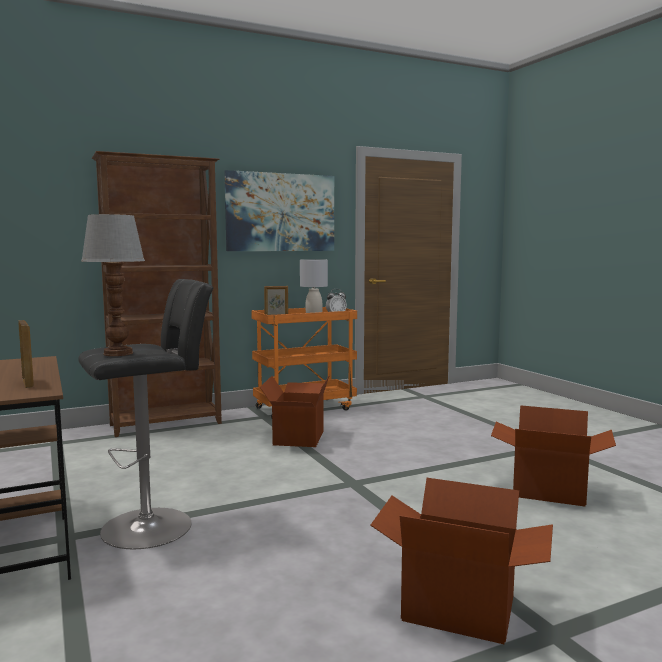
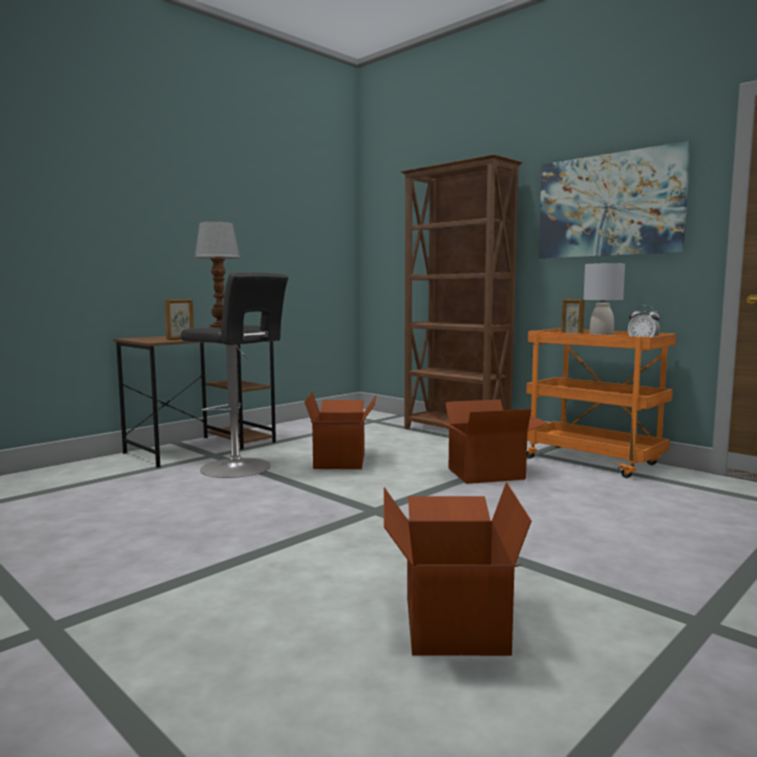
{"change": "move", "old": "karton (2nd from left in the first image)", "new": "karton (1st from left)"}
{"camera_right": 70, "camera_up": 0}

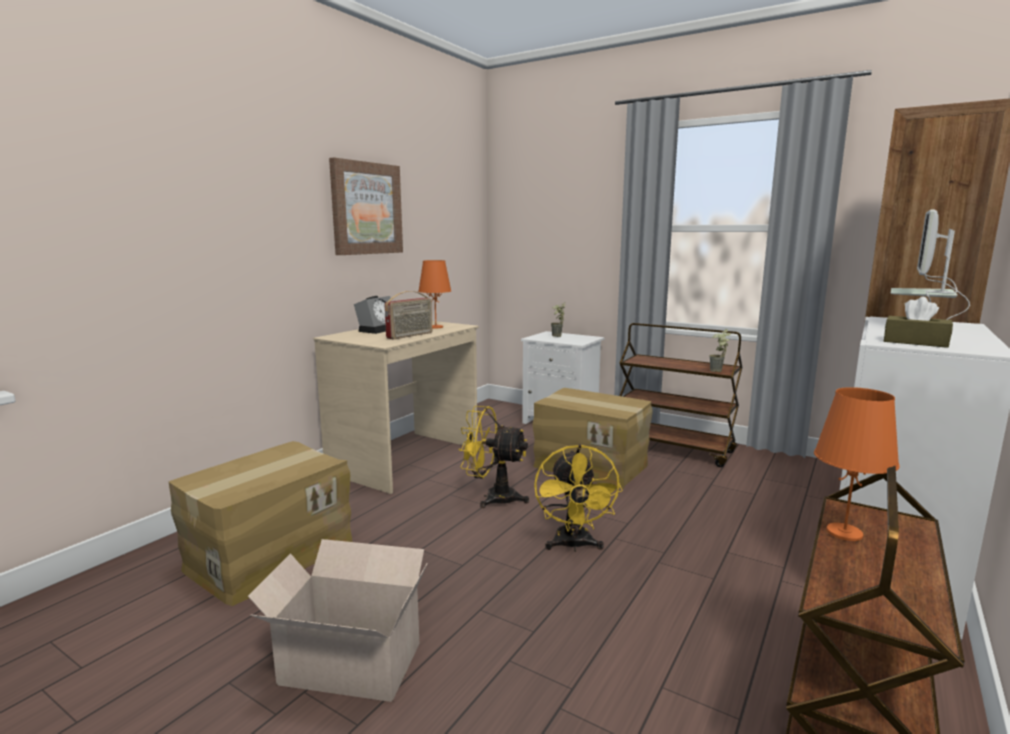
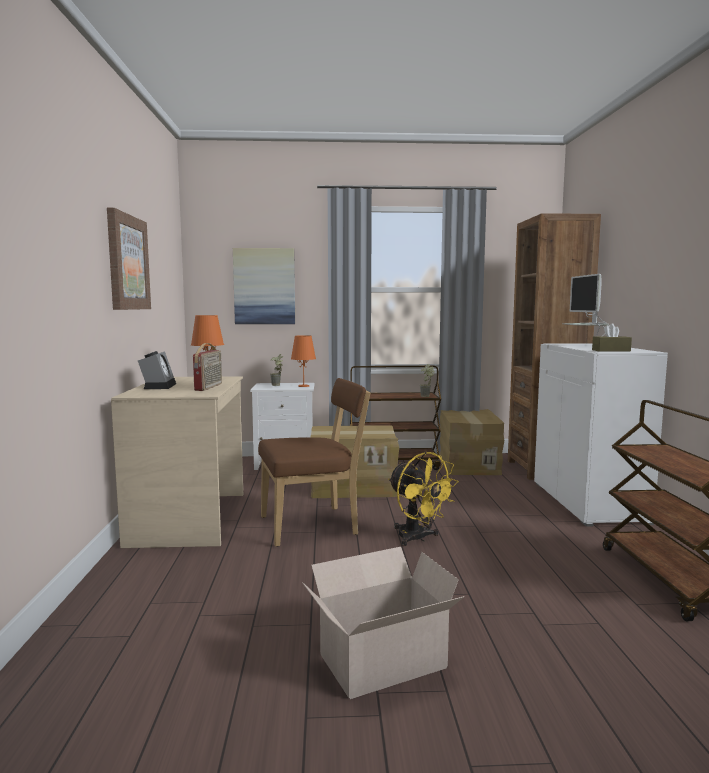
{"change": "move", "old": "lampa stołowa [pomarańczowy] (2nd from left)"}
{"change": "replace", "old": "wentylator [żółty] (1st from left)", "new": "krzesło [brązowy]"}
{"change": "move", "old": "karton (1st from left in the first image)", "new": "karton (3rd from left)"}
{"change": "insert", "new": "obraz (2nd from left)"}
{"camera_right": -35, "camera_up": -5}

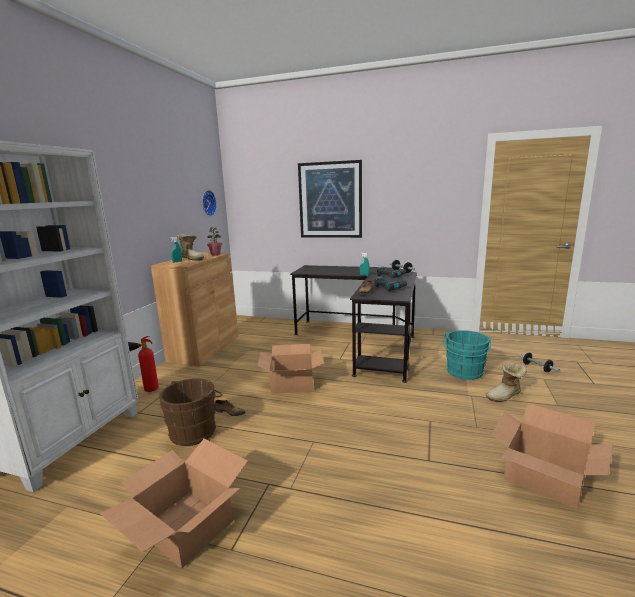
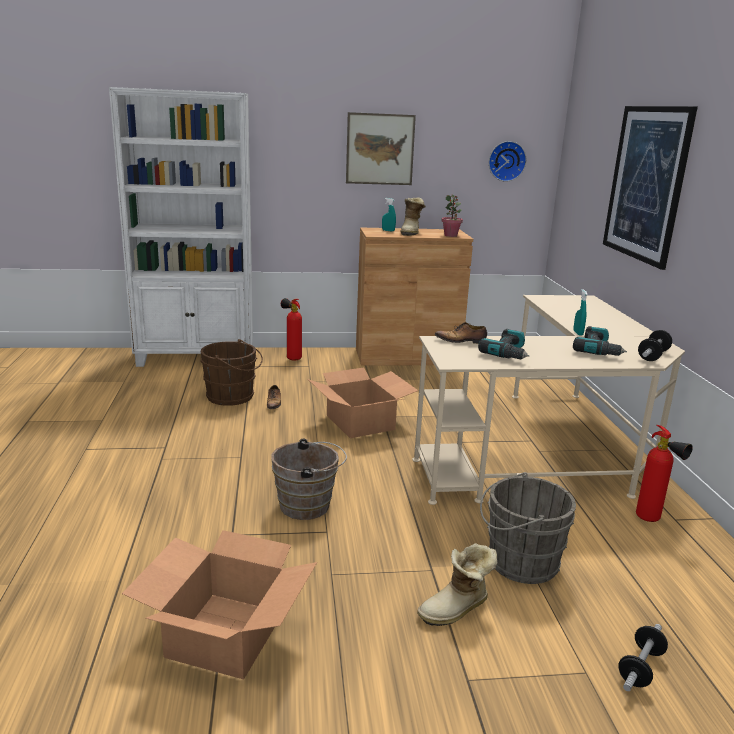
{"change": "recolor", "old": "biurko [czarny]", "new": "biurko [beżowy]"}
{"change": "recolor", "old": "wiadro [turkusowy]", "new": "wiadro [szary]"}
{"change": "rotate", "old": "but z cholewką (2nd from left)", "degrees": -75}
{"change": "delete", "old": "karton (1st from left)"}
{"change": "insert", "new": "obraz (1st from left)"}
{"change": "insert", "new": "gaśnica (2nd from left)"}
{"change": "insert", "new": "wiadro [brązowy] (2nd from left)"}
{"camera_right": 65, "camera_up": 5}

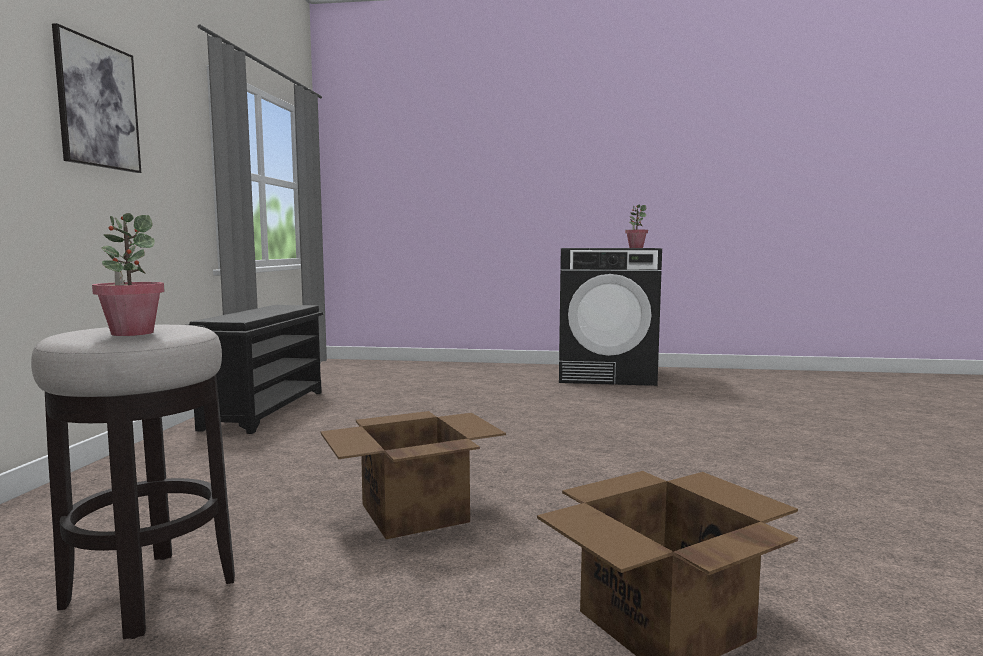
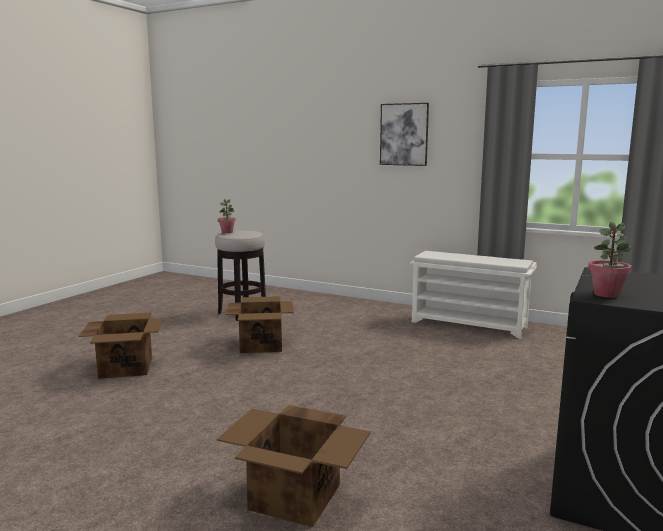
{"change": "recolor", "old": "regał na buty [czarny]", "new": "regał na buty [biały]"}
{"change": "insert", "new": "karton (3rd from left)"}
{"camera_right": 110, "camera_up": 5}

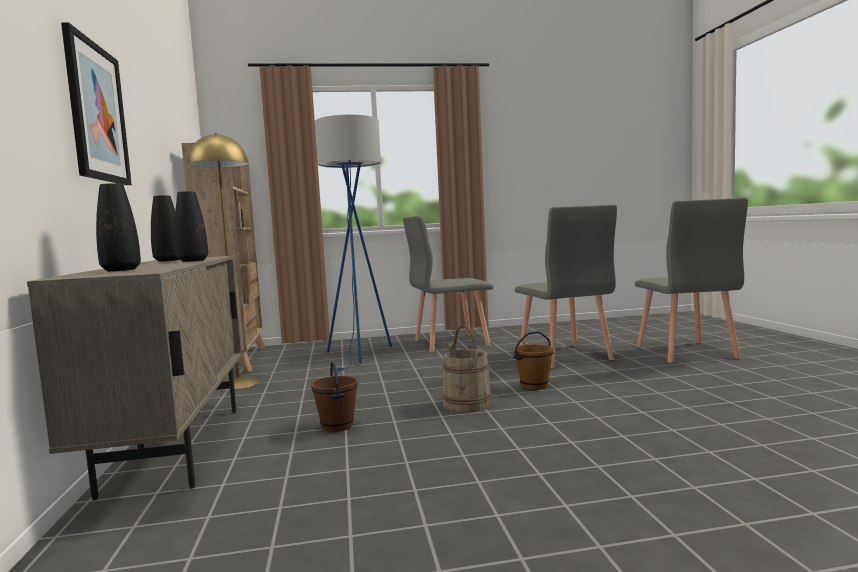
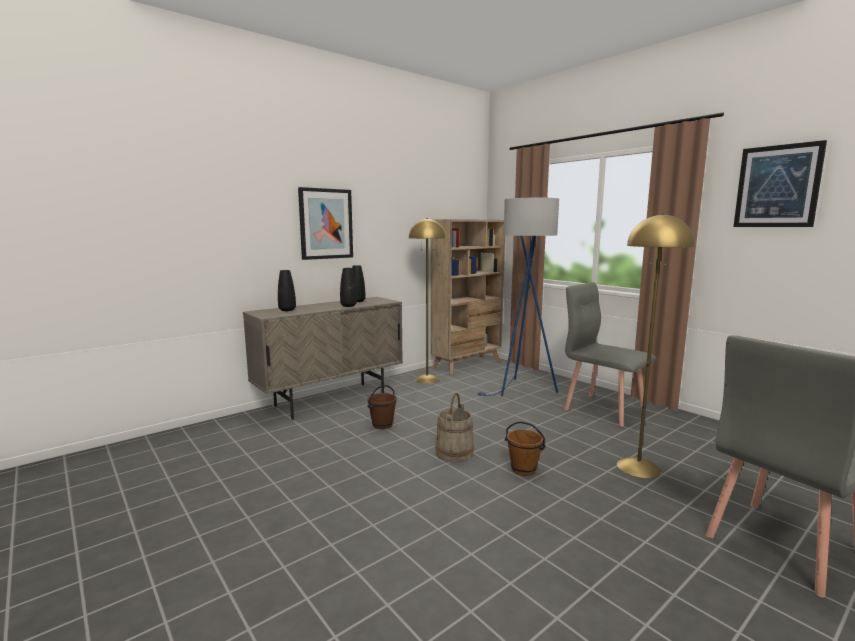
{"change": "replace", "old": "krzesło [szary] (2nd from left)", "new": "lampa stojąca [żółty] (2nd from left)"}
{"change": "insert", "new": "obraz (2nd from left)"}
{"camera_right": 60, "camera_up": 5}

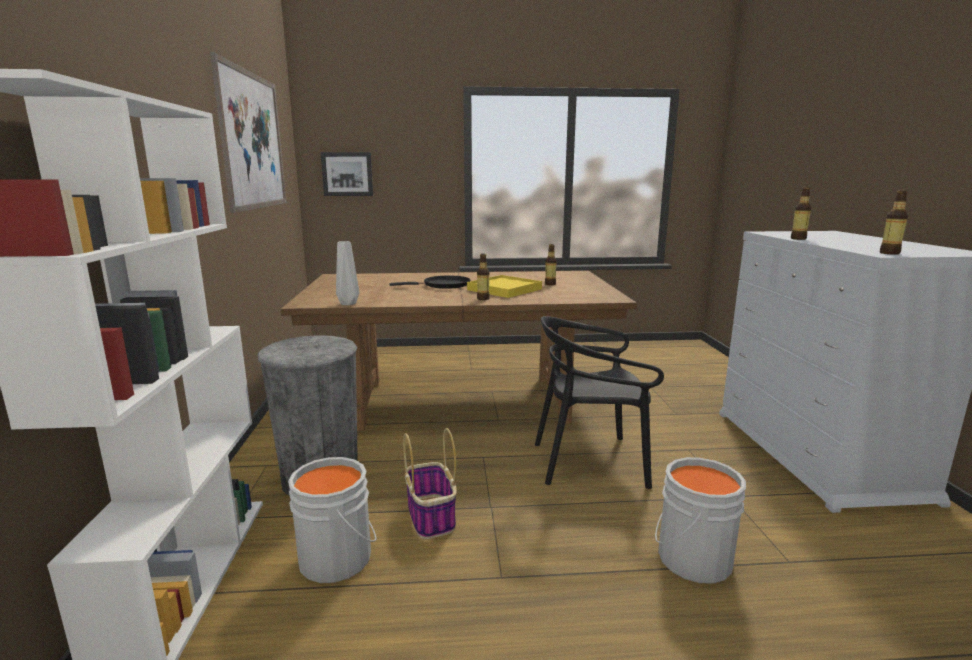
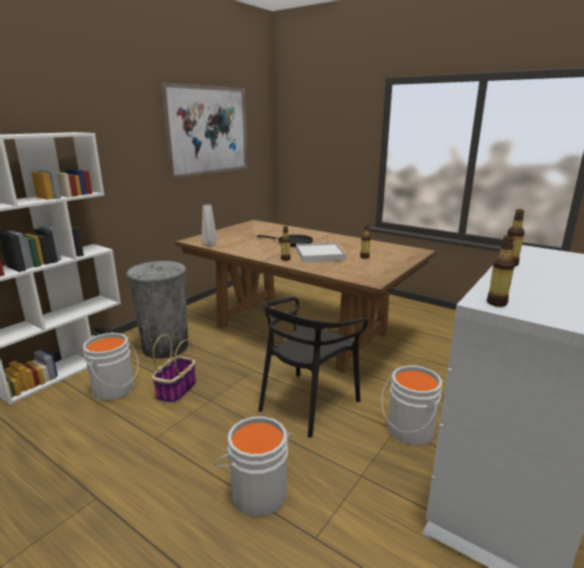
{"change": "delete", "old": "obraz (2nd from left)"}
{"change": "recolor", "old": "taca [żółty]", "new": "taca [biały]"}
{"change": "rotate", "old": "krzesło [czarny]", "degrees": -90}
{"change": "insert", "new": "wiadro [szary] (3rd from left)"}
{"camera_right": 40, "camera_up": 5}

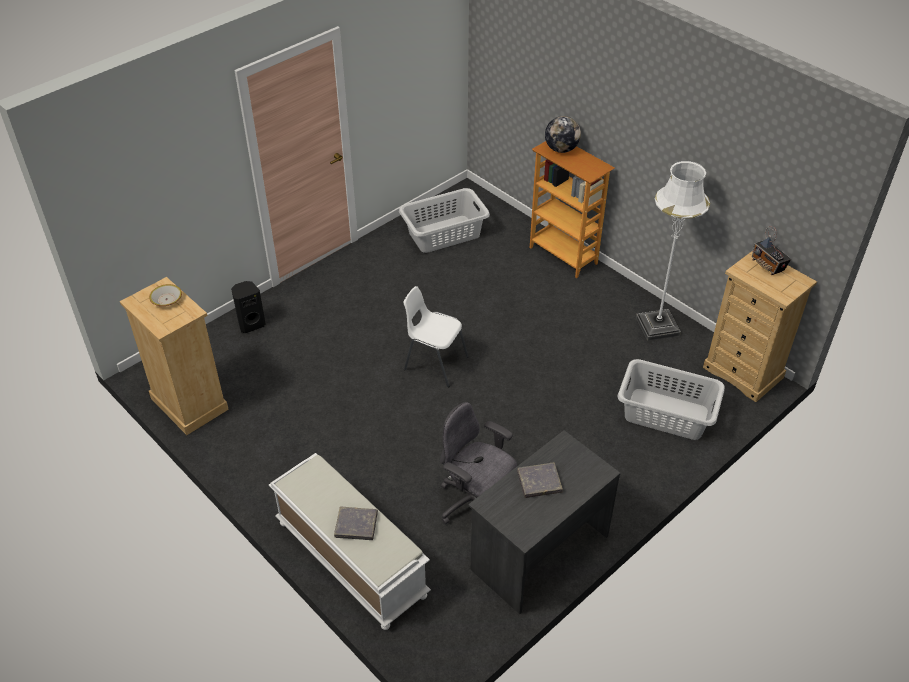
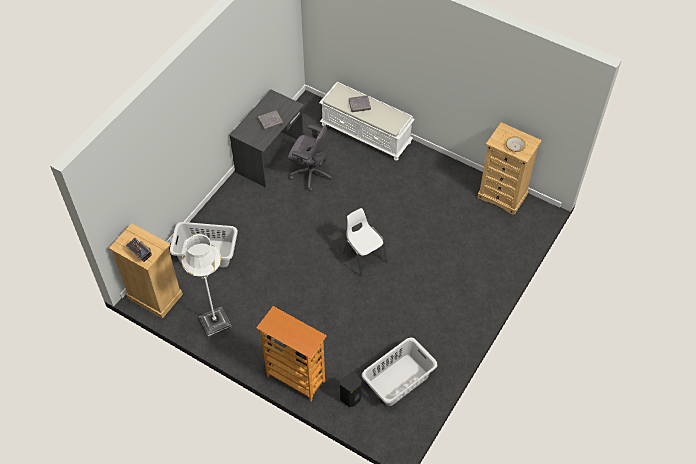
{"change": "delete", "old": "globus"}
{"change": "move", "old": "głośnik [czarny]"}
{"change": "rotate", "old": "krzesło [biały]", "degrees": -135}
{"camera_right": 165, "camera_up": 10}

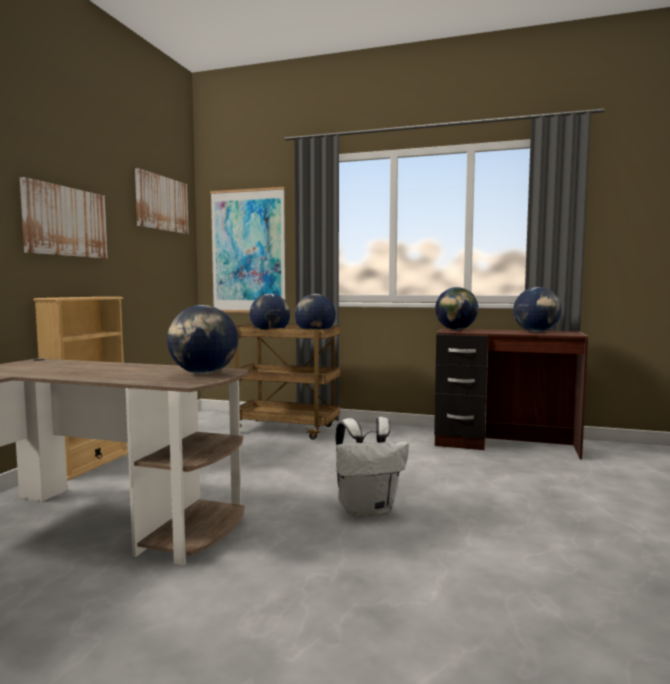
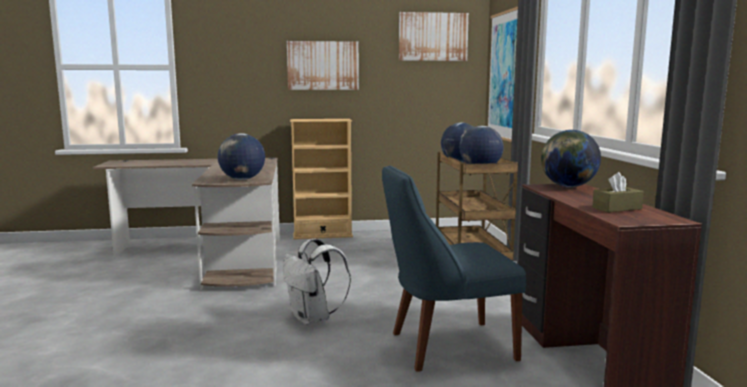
{"change": "replace", "old": "globus (5th from left)", "new": "pudełko chusteczek [brązowy]"}
{"change": "insert", "new": "krzesło [niebieski]"}
{"camera_right": 65, "camera_up": 5}

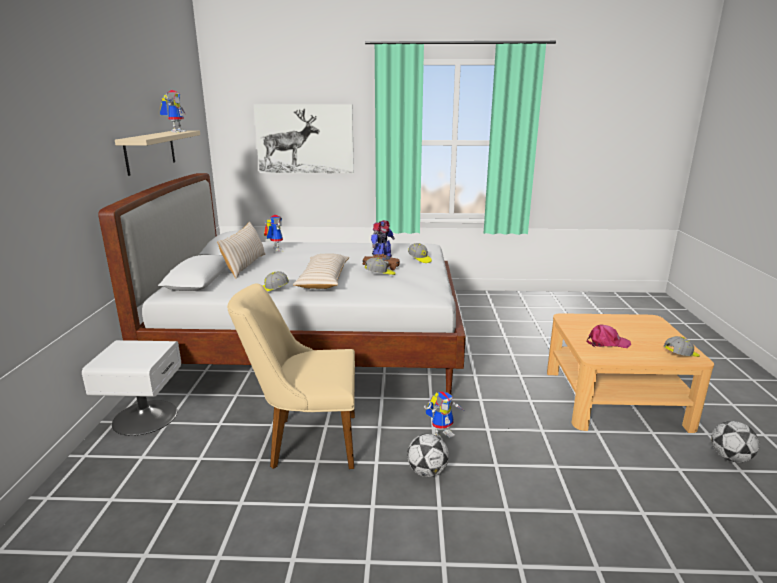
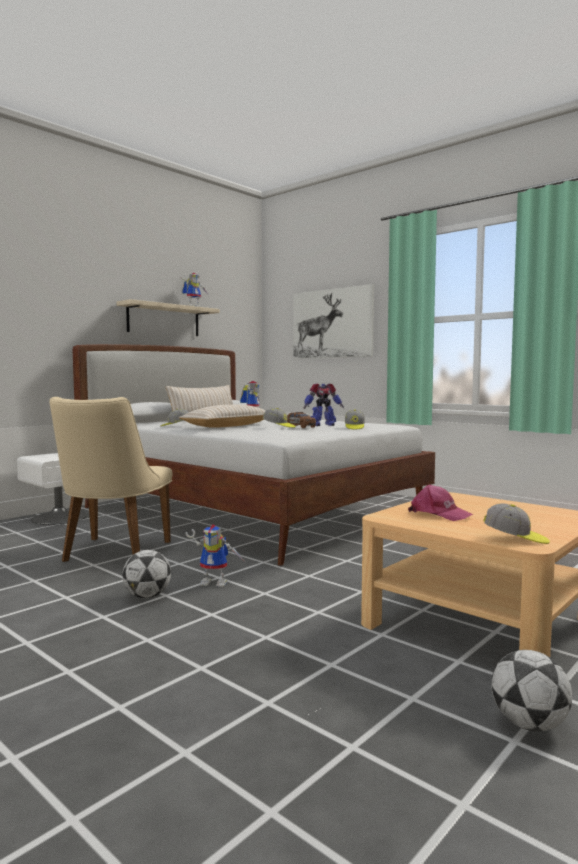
{"change": "rotate", "old": "krzesło [beżowy]", "degrees": -120}
{"camera_right": 40, "camera_up": -15}

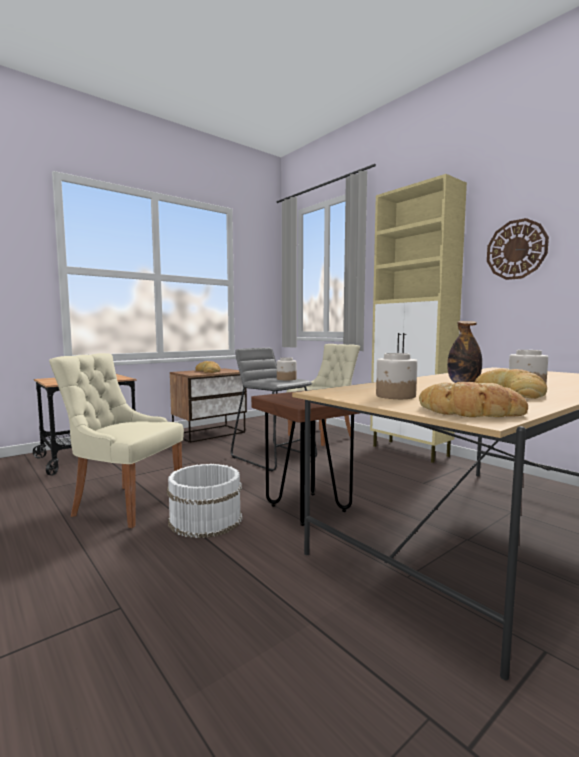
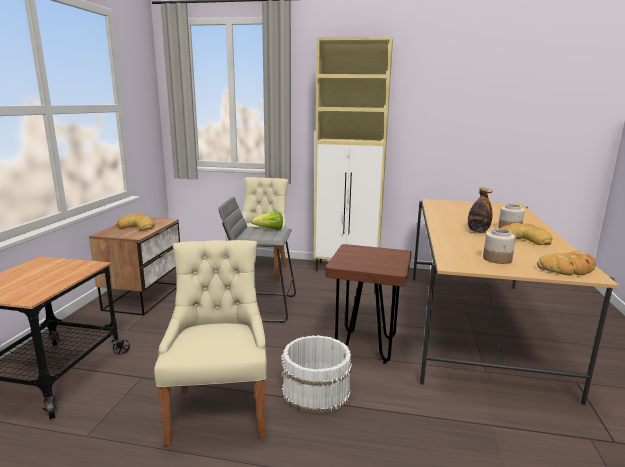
{"change": "delete", "old": "zegar ścienny"}
{"change": "rotate", "old": "krzesło [beżowy] (1st from left)", "degrees": 105}
{"change": "replace", "old": "słoik (1st from left)", "new": "sałata"}
{"camera_right": -40, "camera_up": 10}

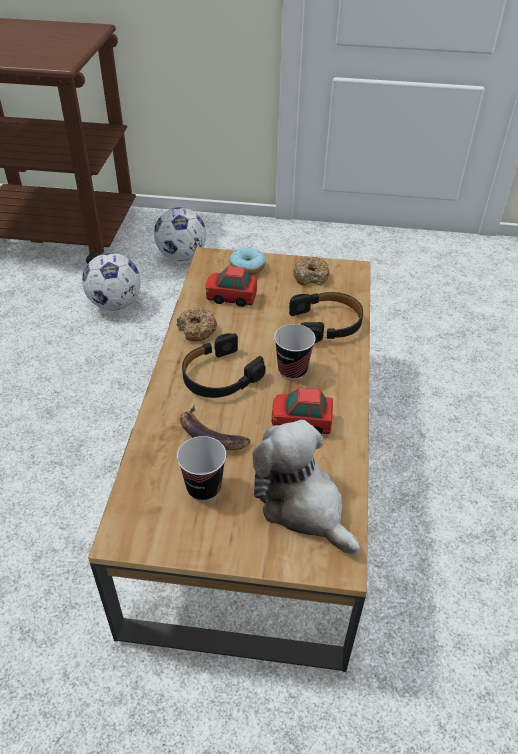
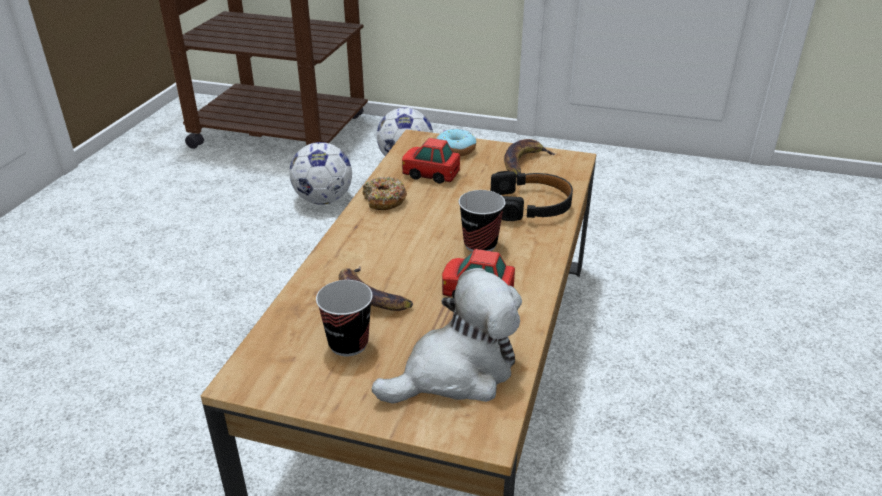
{"change": "replace", "old": "donut (3rd from left)", "new": "banan (2nd from left)"}
{"change": "delete", "old": "słuchawki [czarny] (1st from left)"}
{"change": "rotate", "old": "pluszak", "degrees": 90}
{"camera_right": 10, "camera_up": -10}

